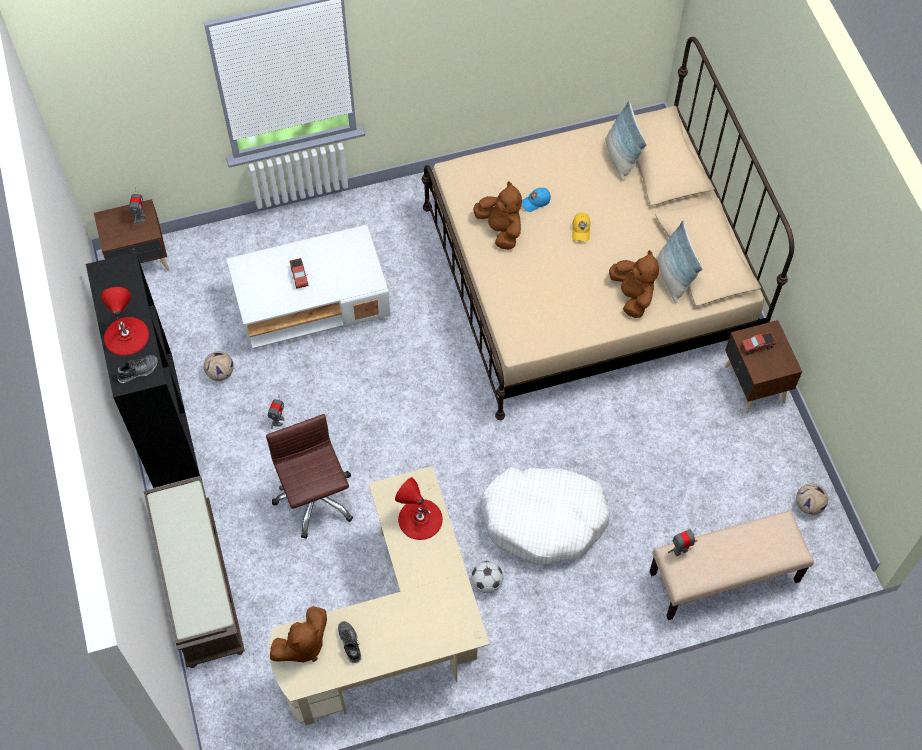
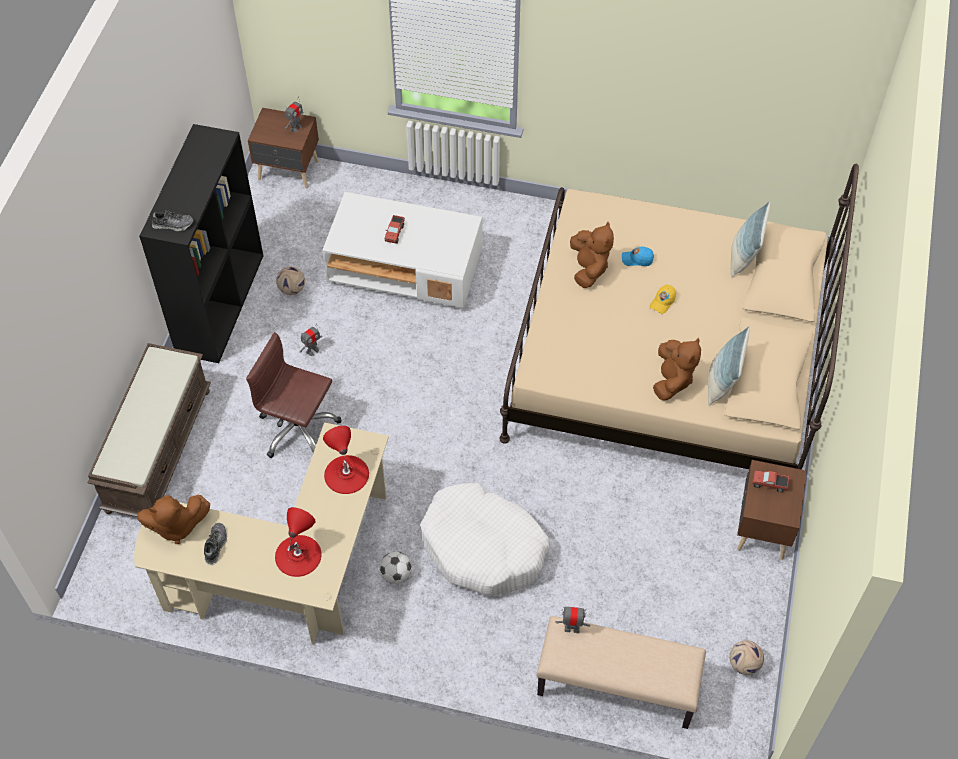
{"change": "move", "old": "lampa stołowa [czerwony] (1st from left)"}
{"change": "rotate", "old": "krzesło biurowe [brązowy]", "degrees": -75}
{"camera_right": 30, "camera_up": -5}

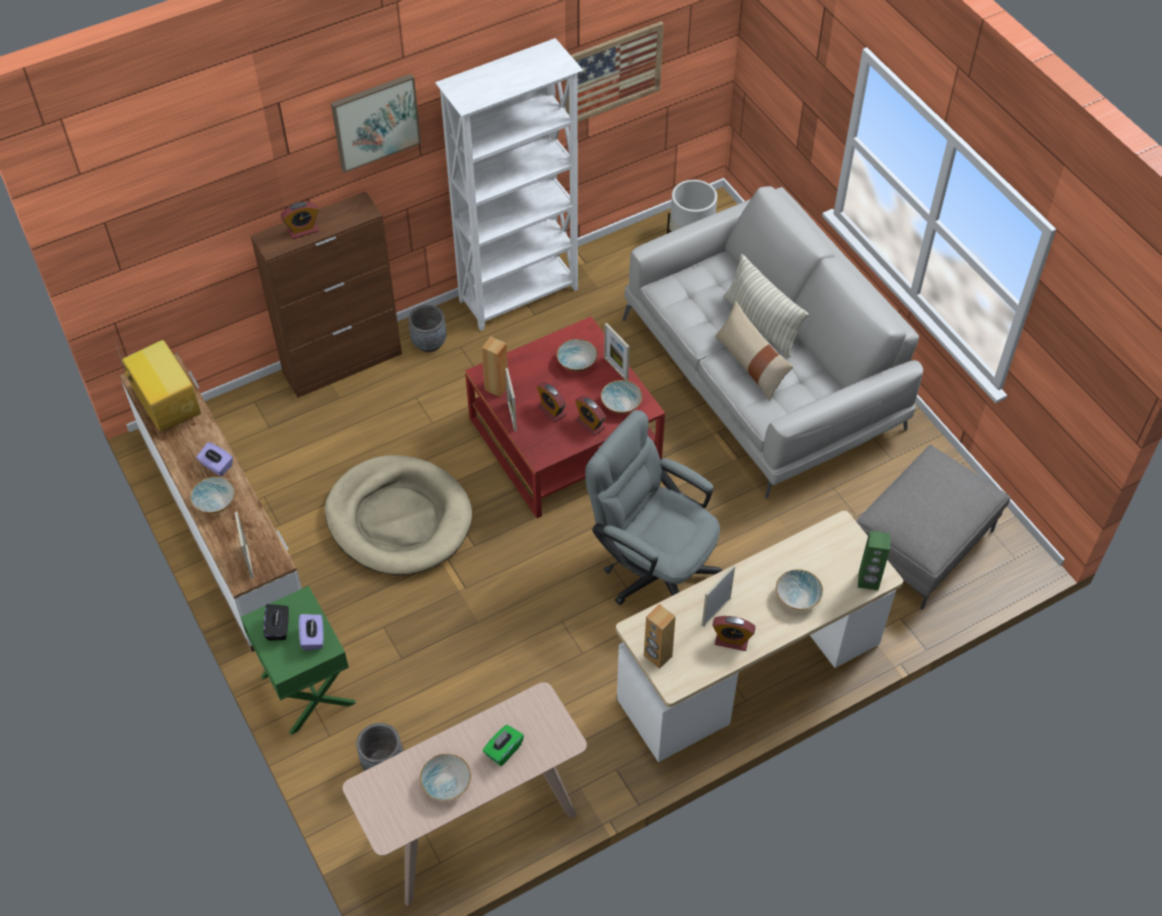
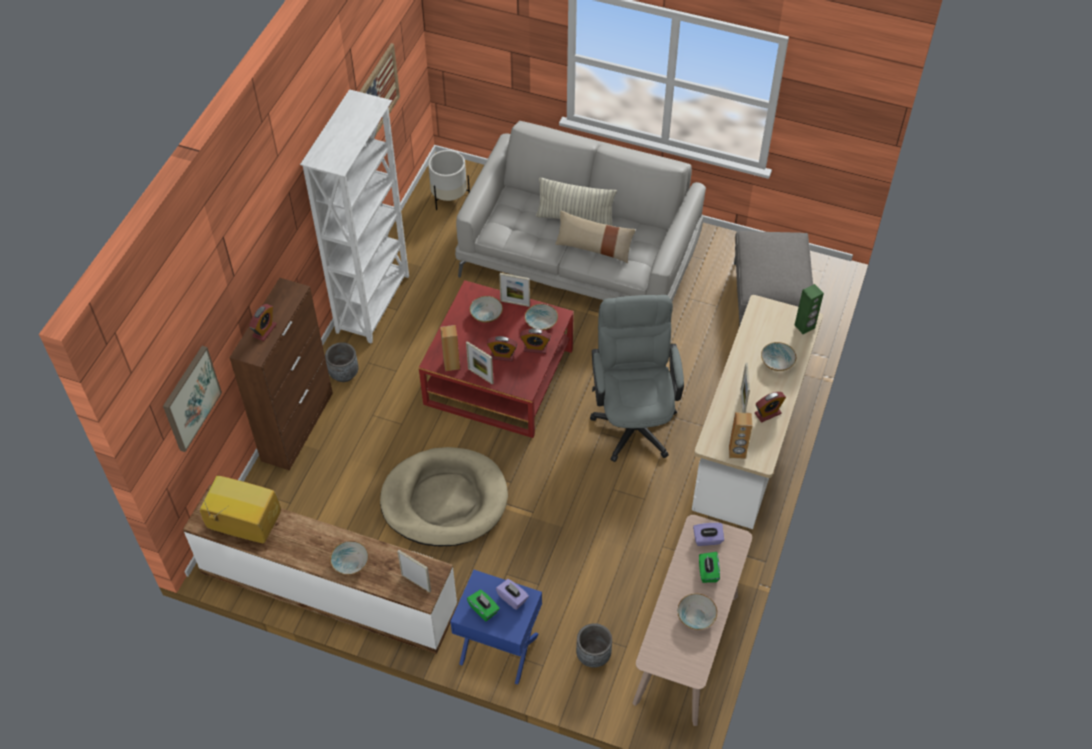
{"change": "move", "old": "obraz (1st from left)"}
{"change": "rotate", "old": "krzesło biurowe [szary]", "degrees": 90}
{"change": "move", "old": "pudełko chusteczek [fioletowy] (1st from left in the first image)", "new": "pudełko chusteczek [fioletowy] (2nd from left)"}
{"change": "recolor", "old": "szafka nocna [zielony]", "new": "szafka nocna [niebieski]"}
{"change": "recolor", "old": "pudełko chusteczek [czarny]", "new": "pudełko chusteczek [zielony] (1st from left)"}
{"camera_right": -40, "camera_up": 0}

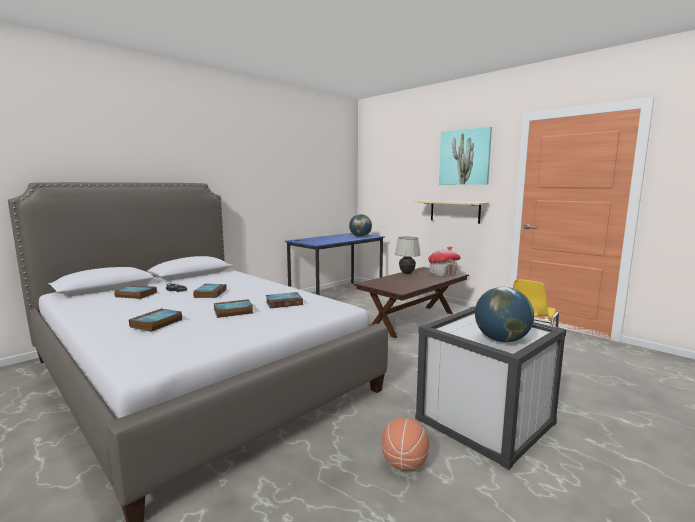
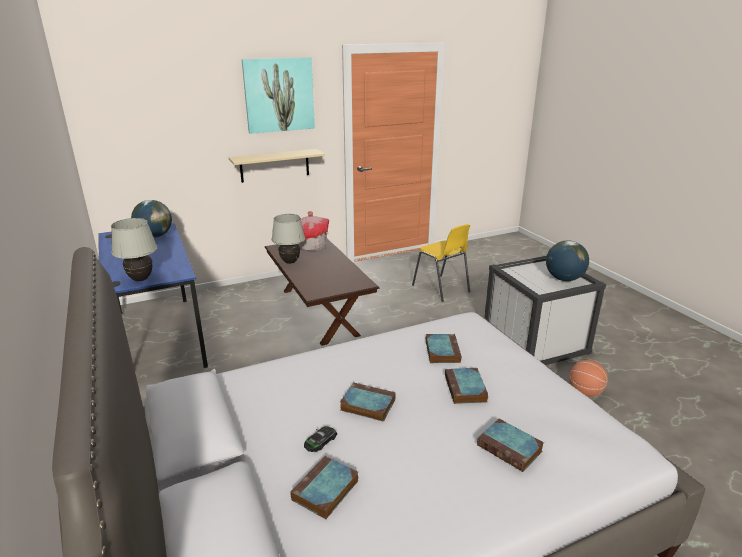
{"change": "insert", "new": "lampa stołowa [biały] (1st from left)"}
{"camera_right": -70, "camera_up": 15}

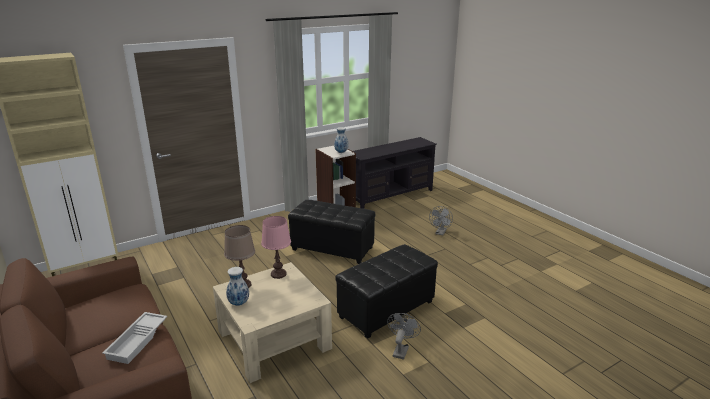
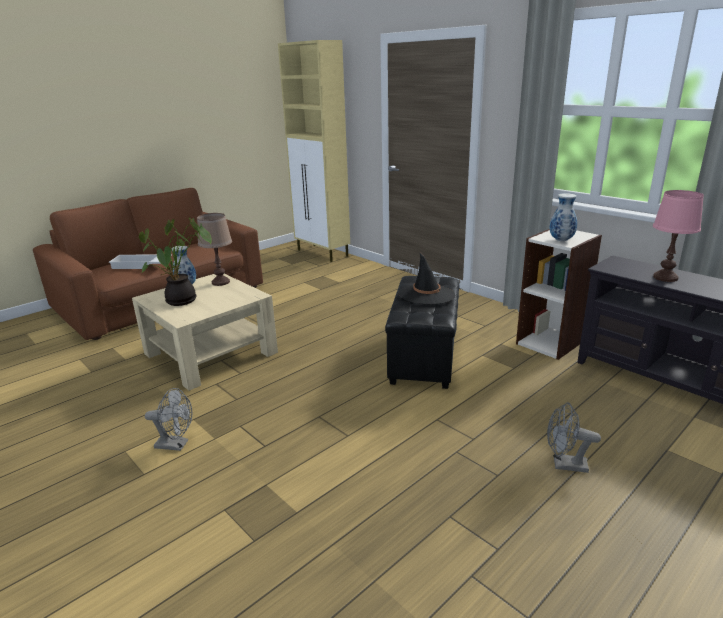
{"change": "move", "old": "lampa stołowa [różowy]"}
{"change": "delete", "old": "pufa [czarny] (2nd from left)"}
{"change": "insert", "new": "roślina doniczkowa"}
{"change": "insert", "new": "kapelusz [czarny]"}
{"camera_right": 80, "camera_up": 0}

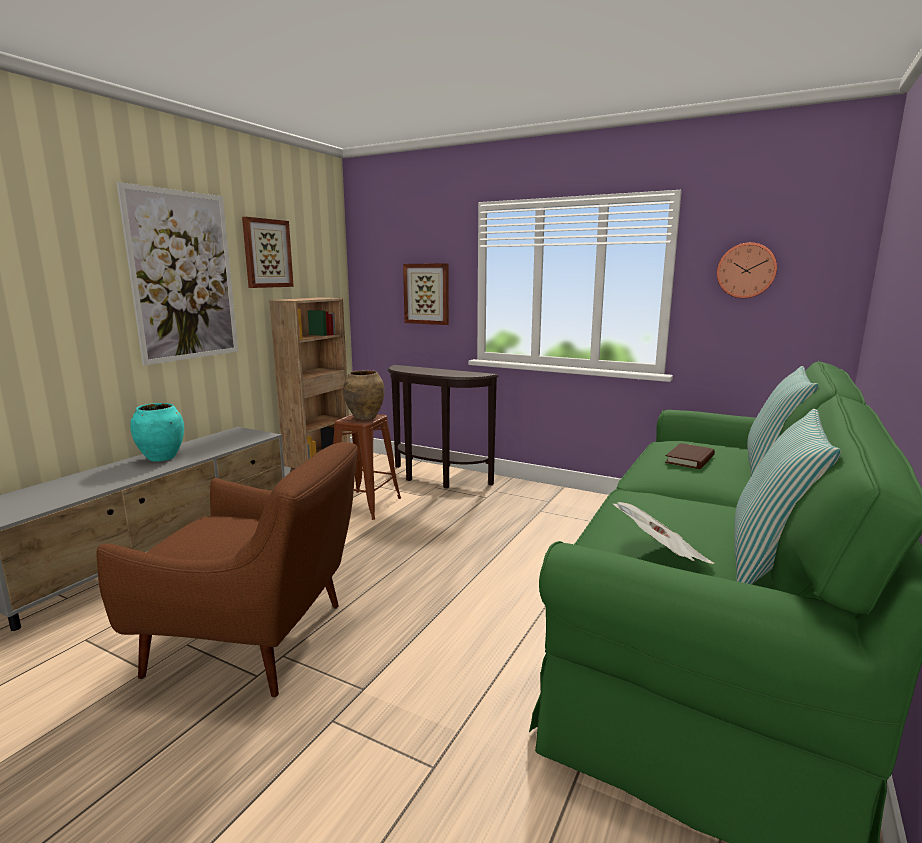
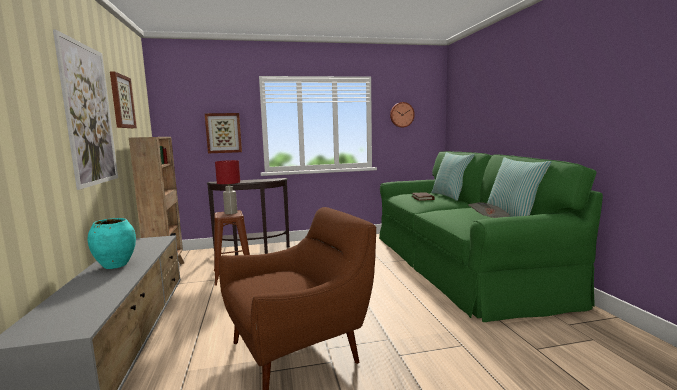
{"change": "replace", "old": "wazon [brązowy]", "new": "lampa stołowa [czerwony]"}
{"camera_right": -40, "camera_up": -5}

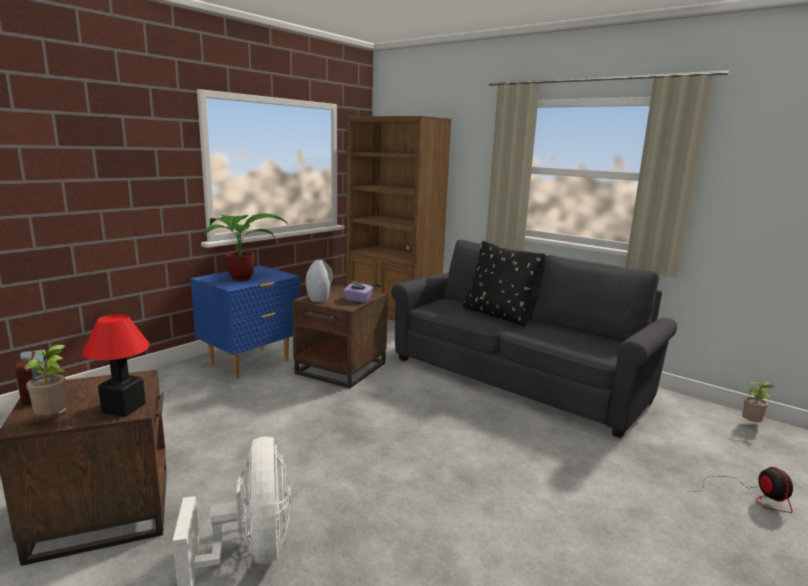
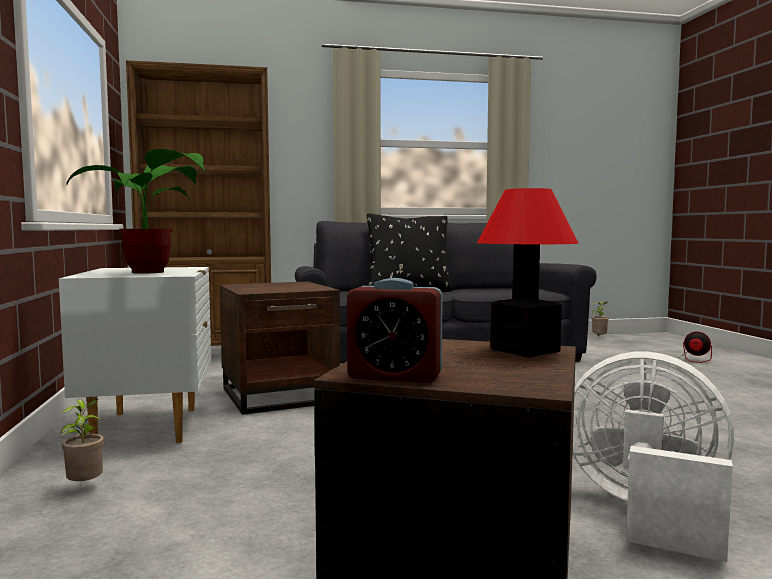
{"change": "delete", "old": "wazon [szary]"}
{"change": "recolor", "old": "szafka nocna [niebieski]", "new": "szafka nocna [biały]"}
{"change": "delete", "old": "pudełko chusteczek [fioletowy]"}
{"change": "move", "old": "roślina doniczkowa (1st from left)"}
{"camera_right": -50, "camera_up": -10}

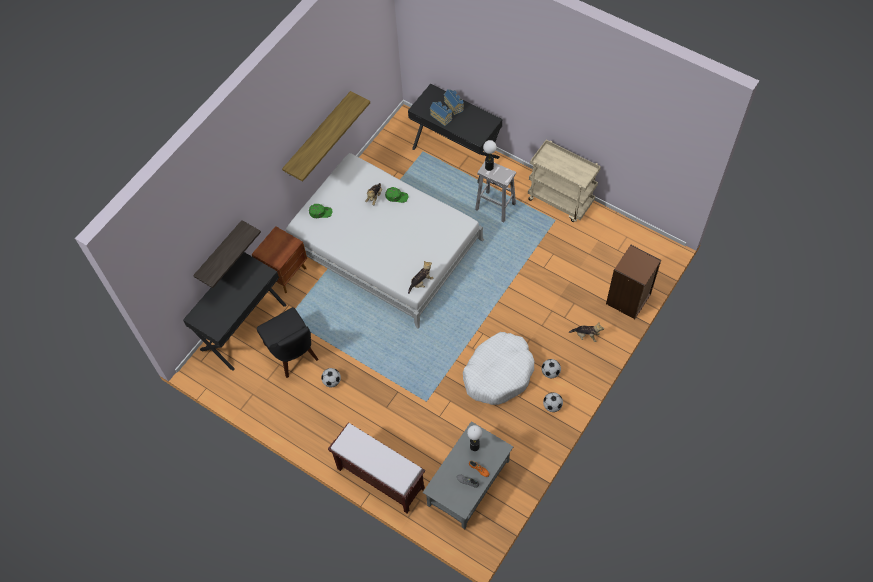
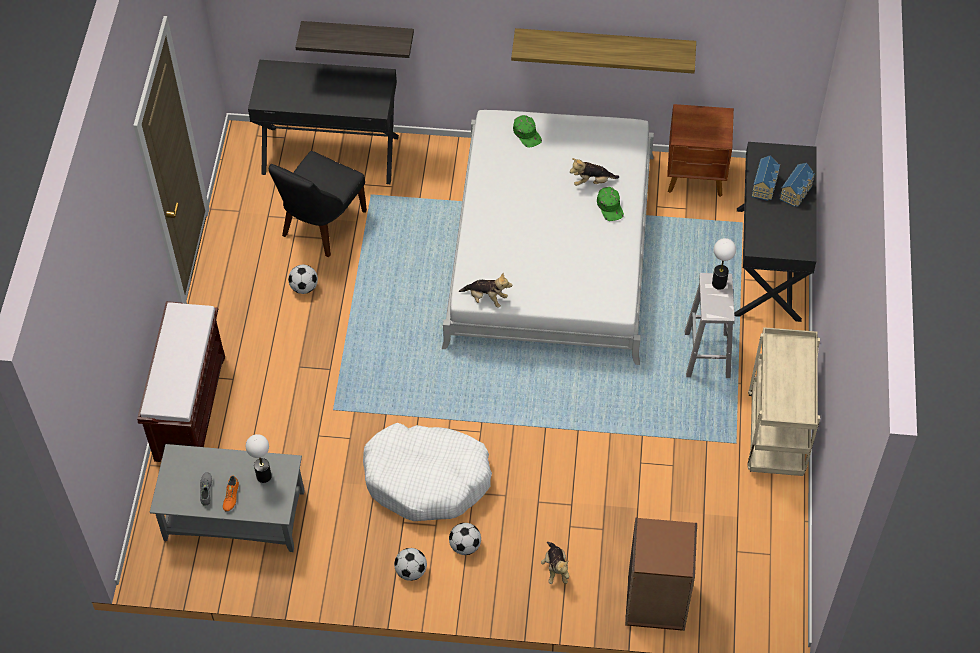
{"change": "move", "old": "szafka nocna [brązowy]"}
{"camera_right": 60, "camera_up": -5}

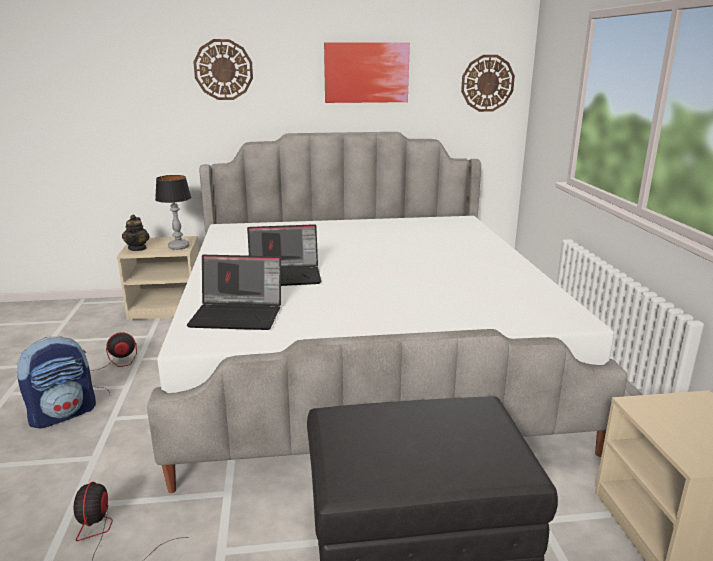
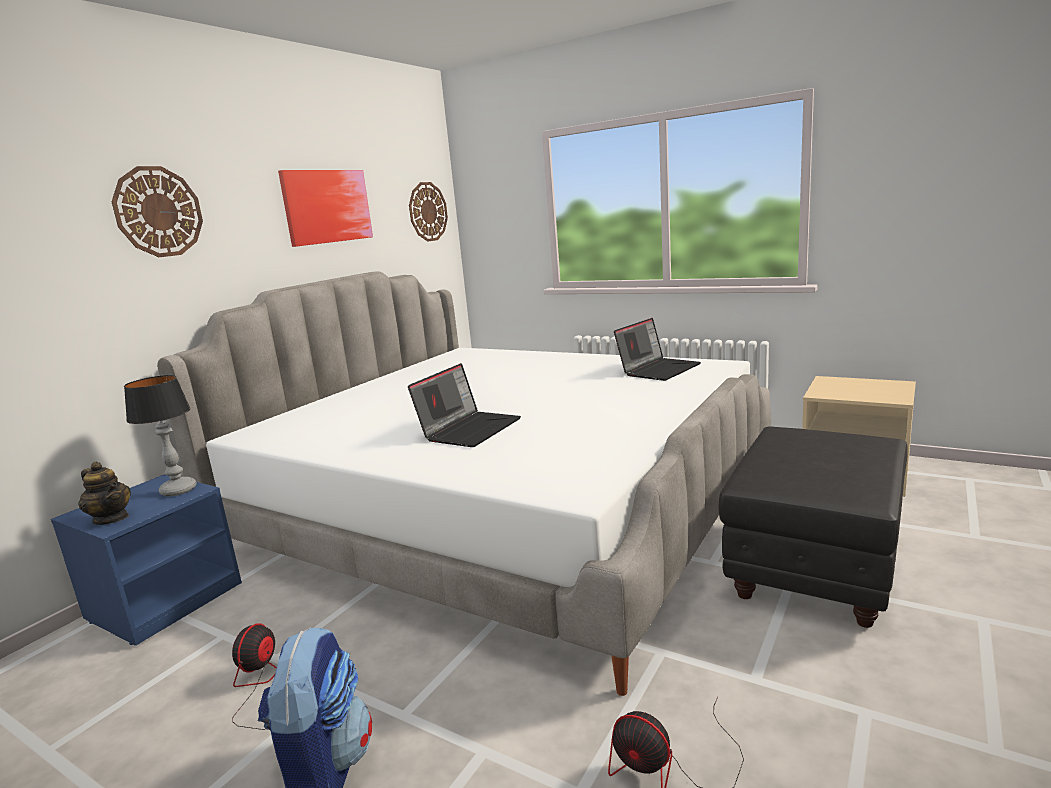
{"change": "recolor", "old": "szafka nocna [beżowy] (1st from left)", "new": "szafka nocna [niebieski]"}
{"change": "move", "old": "laptop (1st from left in the first image)", "new": "laptop (2nd from left)"}
{"camera_right": -50, "camera_up": -5}

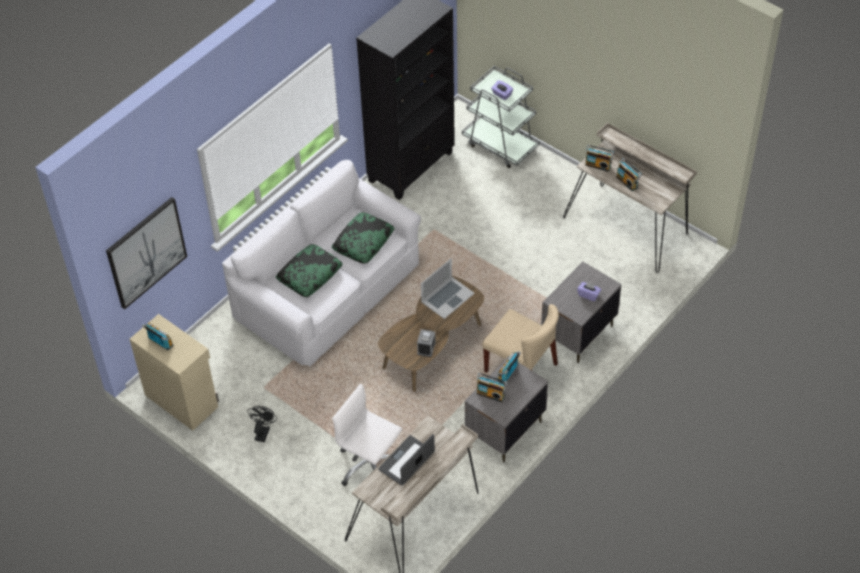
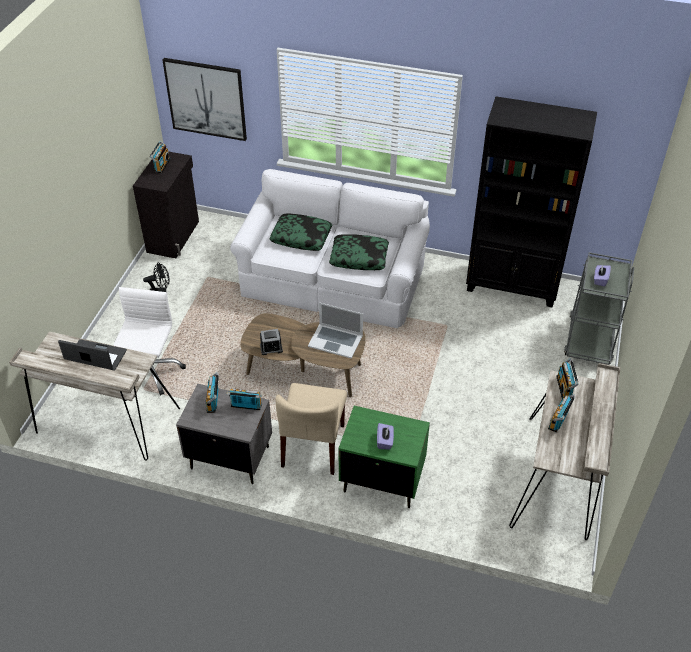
{"change": "recolor", "old": "szafka nocna [szary] (2nd from left)", "new": "szafka nocna [zielony]"}
{"change": "recolor", "old": "szafka [beżowy]", "new": "szafka [czarny]"}
{"camera_right": 65, "camera_up": -5}

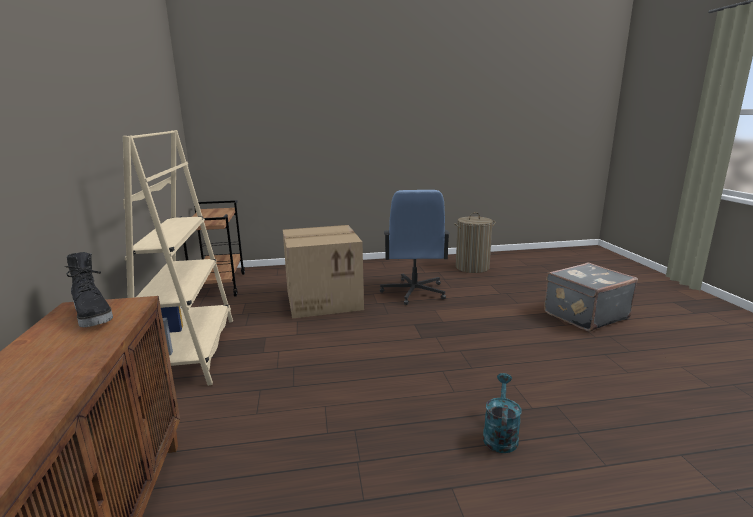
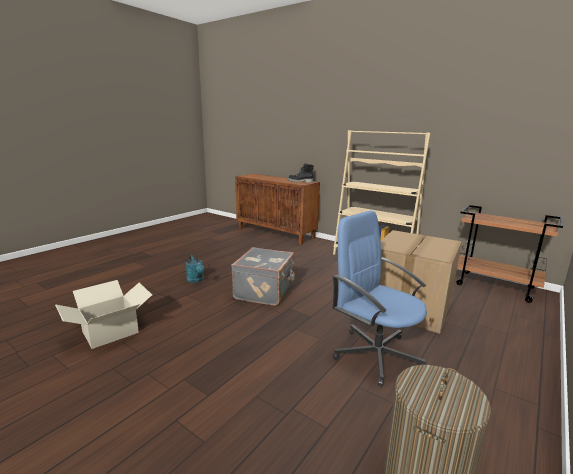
{"change": "move", "old": "walizka [szary]"}
{"change": "insert", "new": "karton (1st from left)"}
{"camera_right": 135, "camera_up": 0}

